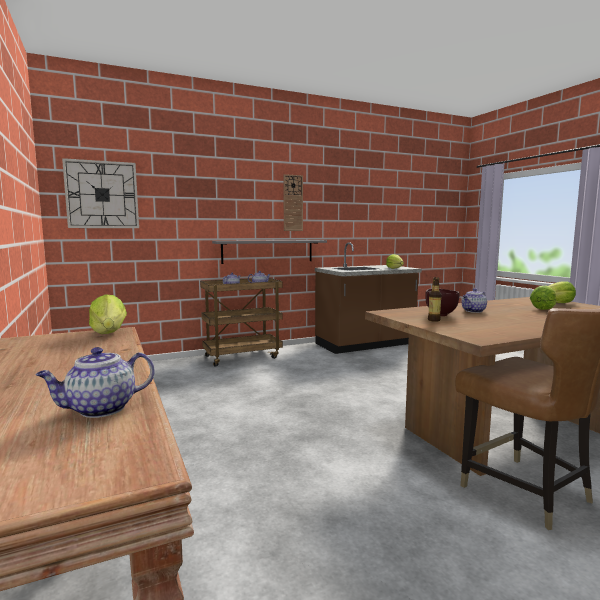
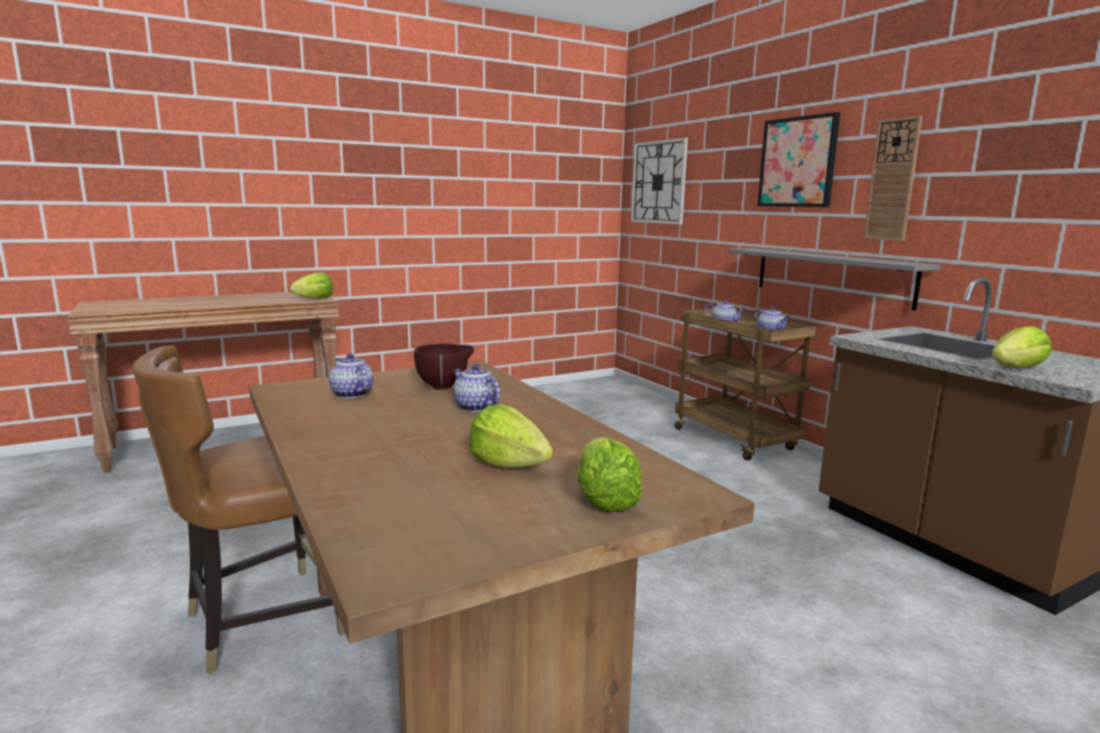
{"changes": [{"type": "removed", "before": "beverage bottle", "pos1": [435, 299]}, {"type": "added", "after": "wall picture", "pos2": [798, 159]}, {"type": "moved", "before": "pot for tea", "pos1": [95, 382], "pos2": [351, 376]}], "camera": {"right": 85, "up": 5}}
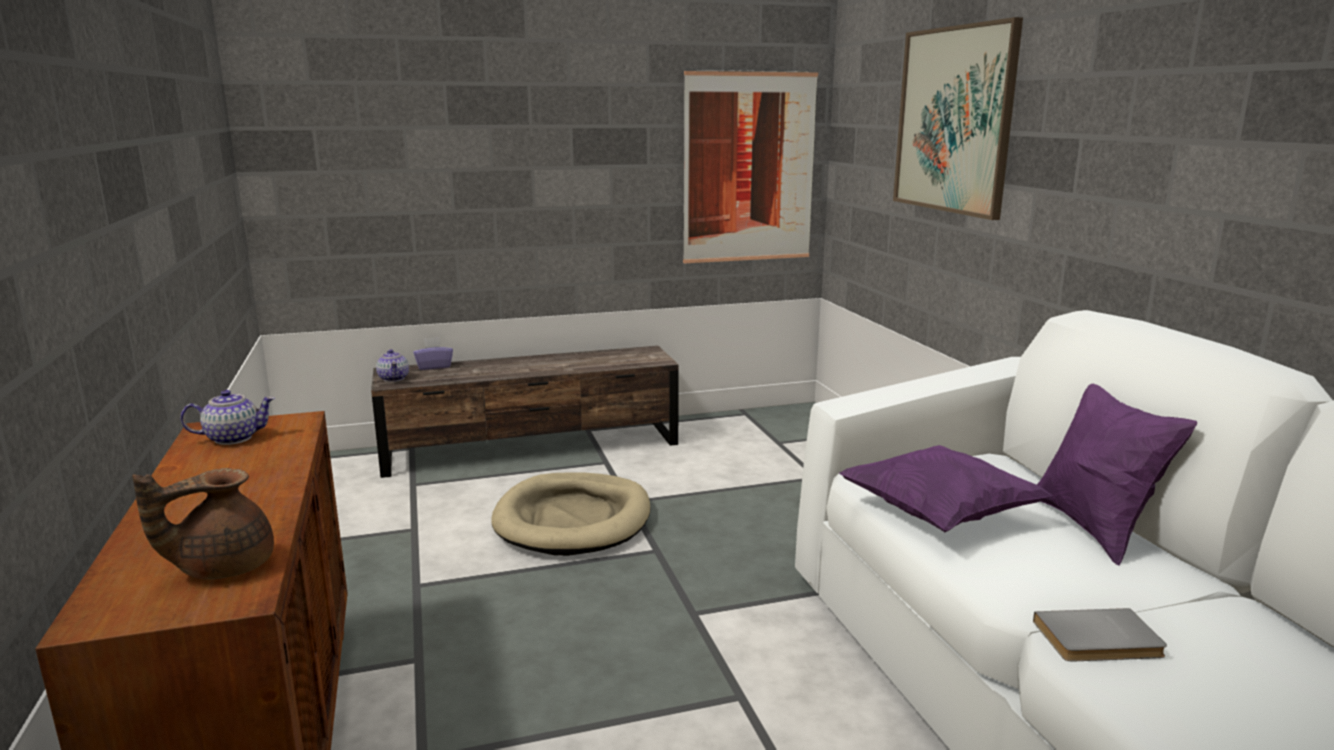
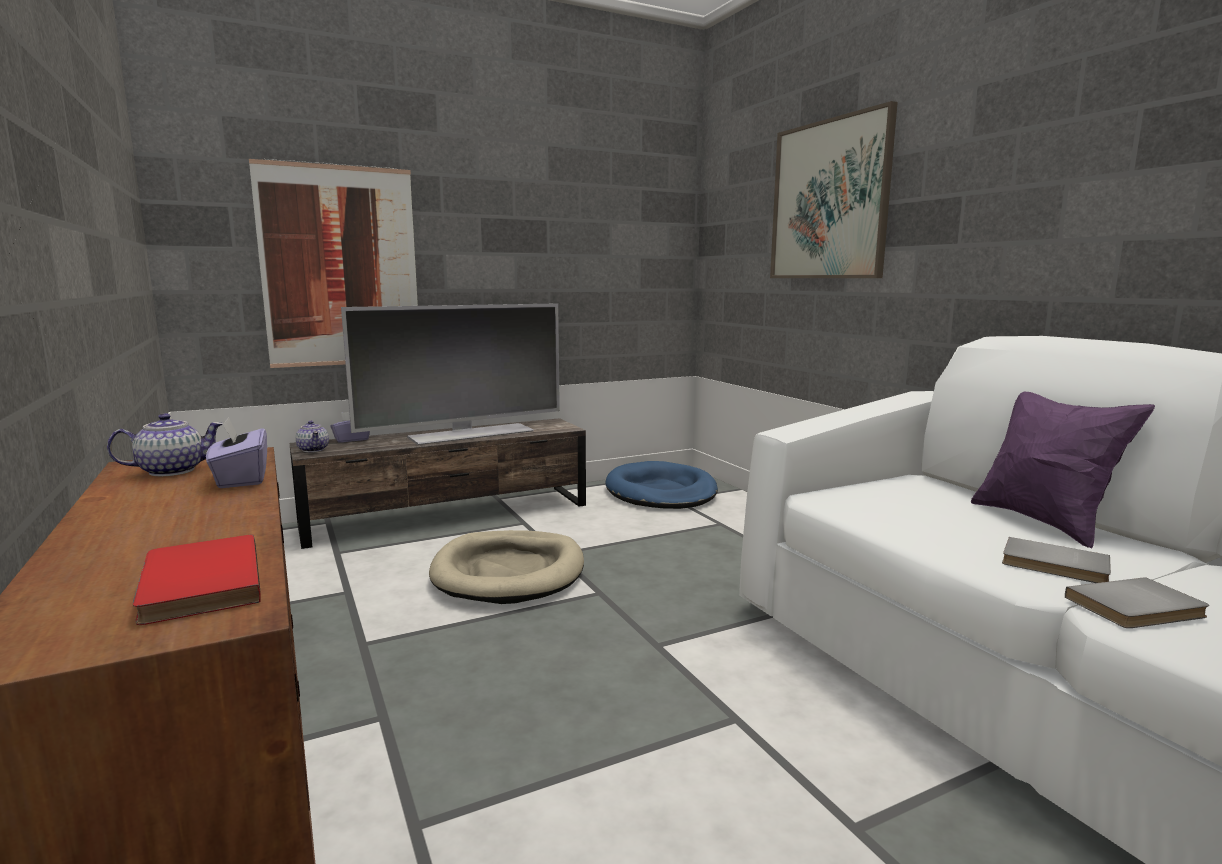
{"changes": [{"type": "removed", "before": "cushion (purplish)", "pos1": [946, 488]}, {"type": "added", "after": "tissue box (purplish)", "pos2": [236, 452]}, {"type": "added", "after": "television", "pos2": [450, 374]}, {"type": "added", "after": "pet bed (blue-coloured)", "pos2": [662, 485]}, {"type": "added", "after": "volume (grey)", "pos2": [1056, 560]}, {"type": "moved", "before": "wall picture", "pos1": [750, 166], "pos2": [333, 263]}, {"type": "replaced", "before": "pot for tea (brown)", "after": "volume (reddish)", "pos1": [203, 524], "pos2": [197, 579]}], "camera": {"right": -10, "up": -5}}
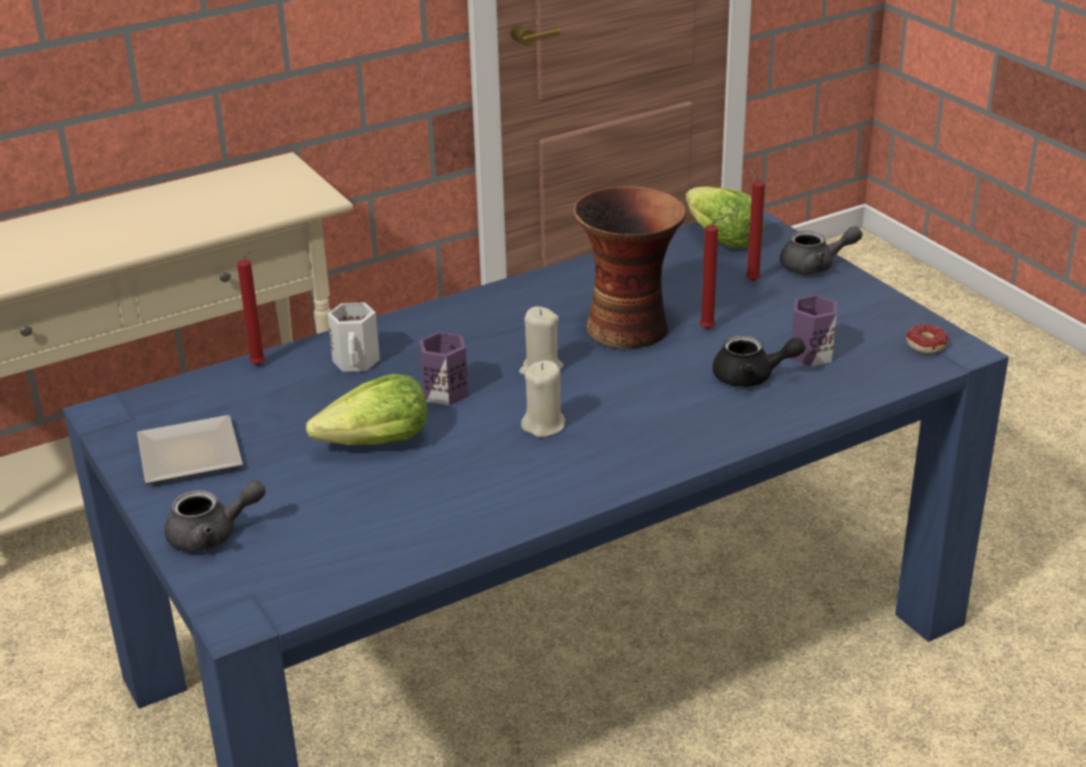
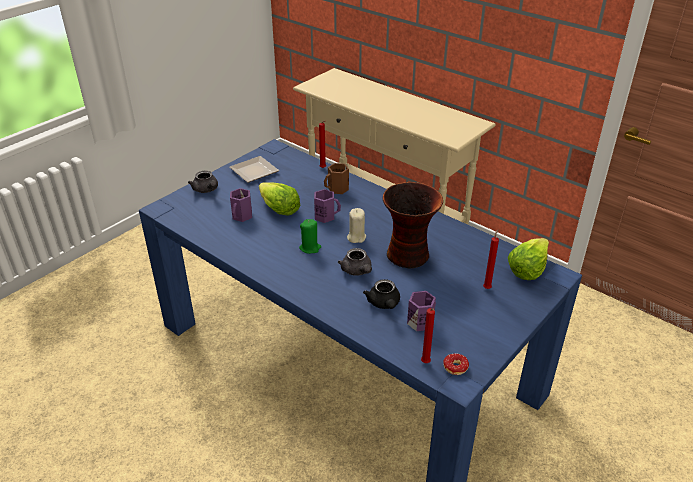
{"changes": [{"type": "added", "after": "mug (purplish)", "pos2": [241, 205]}, {"type": "moved", "before": "wax light (reddish)", "pos1": [713, 272], "pos2": [428, 335]}, {"type": "moved", "before": "pot for tea (grey)", "pos1": [821, 250], "pos2": [355, 262]}, {"type": "recoloured", "before": "mug (white)", "after": "mug (brown)", "pos1": [354, 337], "pos2": [336, 178]}, {"type": "recoloured", "before": "wax light (sand-coloured)", "after": "wax light (green-coloured)", "pos1": [543, 398], "pos2": [310, 236]}], "camera": {"right": 70, "up": 5}}
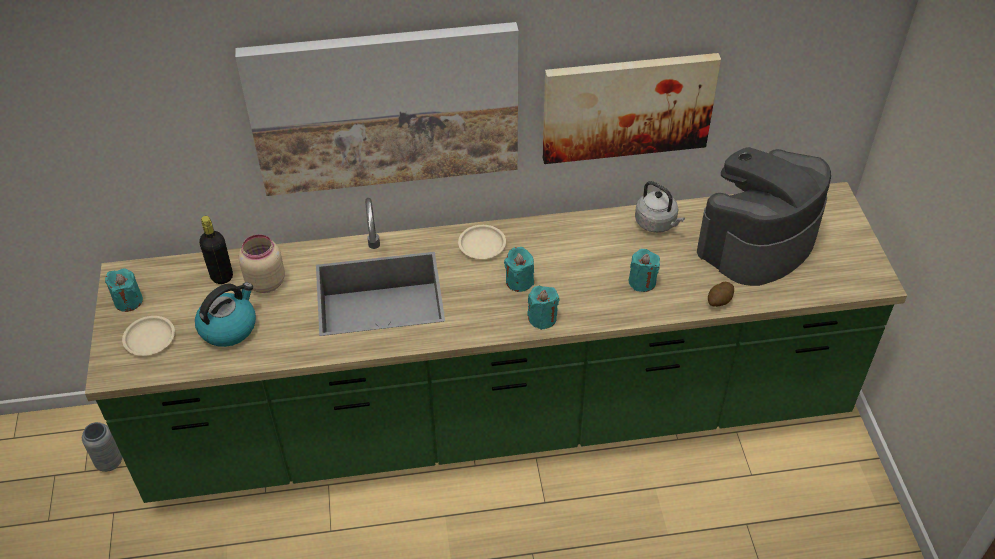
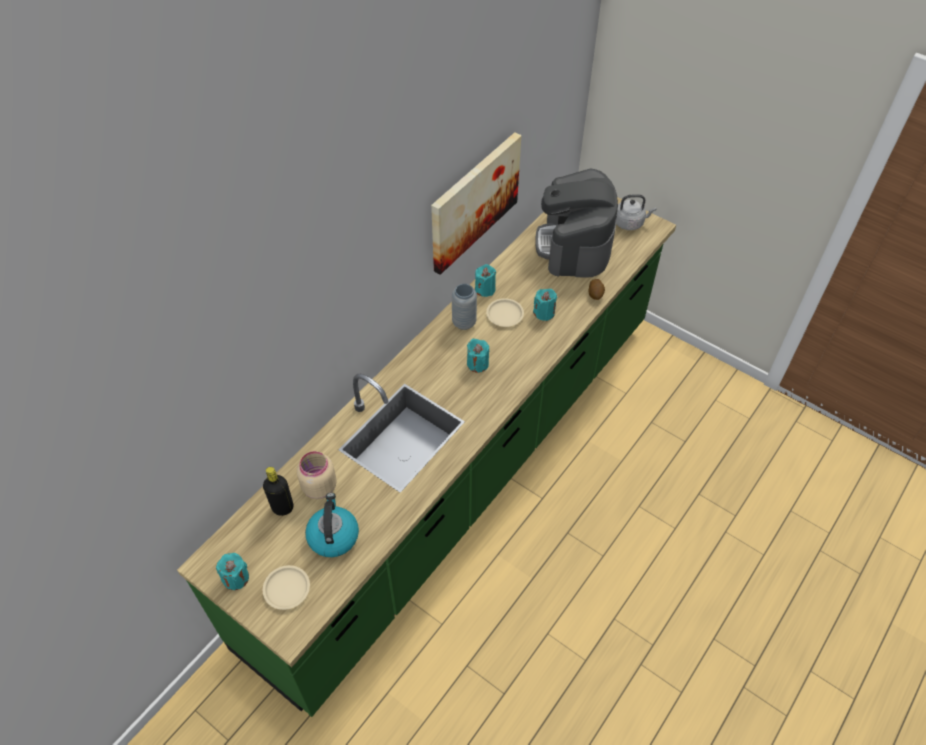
{"changes": [{"type": "removed", "before": "wall picture", "pos1": [377, 109]}, {"type": "moved", "before": "flower vase (grey)", "pos1": [102, 447], "pos2": [464, 307]}, {"type": "moved", "before": "plate (sand-coloured)", "pos1": [482, 242], "pos2": [505, 312]}, {"type": "moved", "before": "wax light (turquoise)", "pos1": [543, 308], "pos2": [485, 280]}, {"type": "moved", "before": "kettle (grey)", "pos1": [660, 207], "pos2": [636, 212]}], "camera": {"right": -45, "up": 5}}
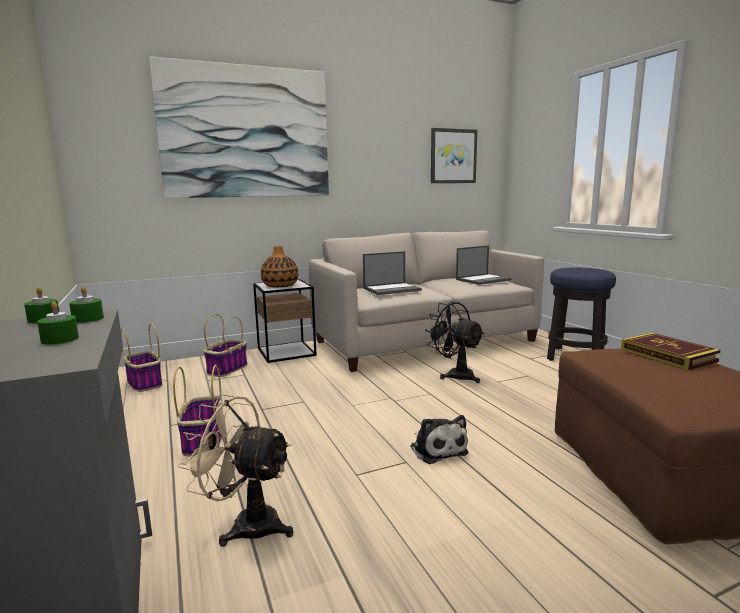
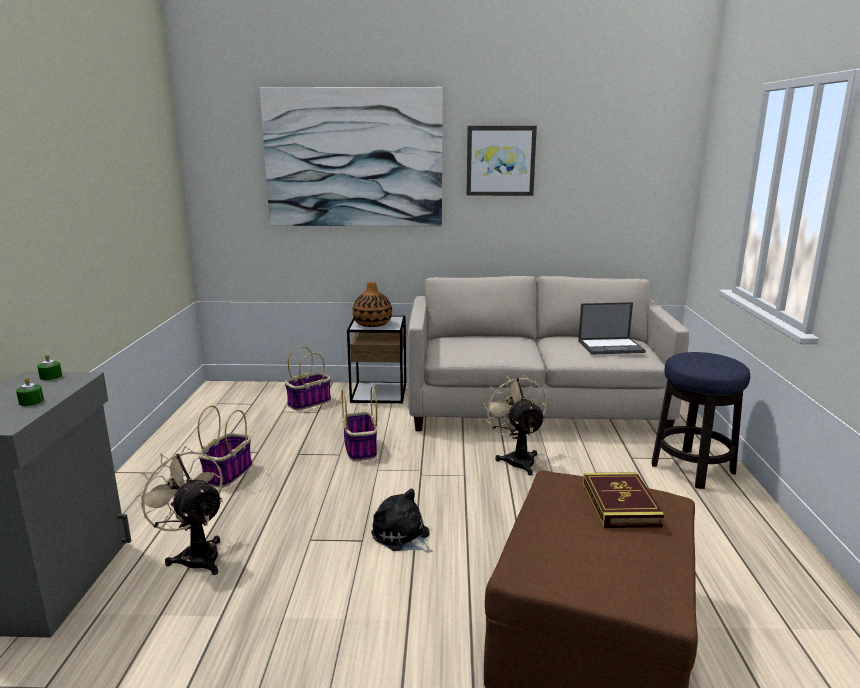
{"changes": [{"type": "removed", "before": "wax light (green-coloured)", "pos1": [86, 304]}, {"type": "removed", "before": "notebook computer", "pos1": [392, 273]}, {"type": "moved", "before": "basket", "pos1": [141, 357], "pos2": [360, 423]}, {"type": "moved", "before": "wall picture", "pos1": [454, 155], "pos2": [501, 161]}, {"type": "recoloured", "before": "cooling fan (black-coloured)", "after": "cooling fan (sand-coloured)", "pos1": [455, 342], "pos2": [515, 425]}, {"type": "turned", "before": "cuddly toy", "pos1": [439, 439], "pos2": [402, 520], "turn": 135}], "camera": {"right": 25, "up": 5}}
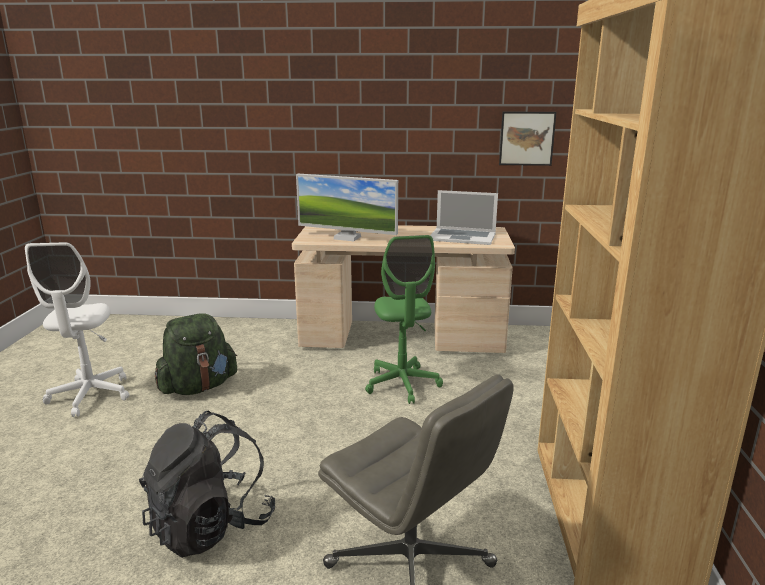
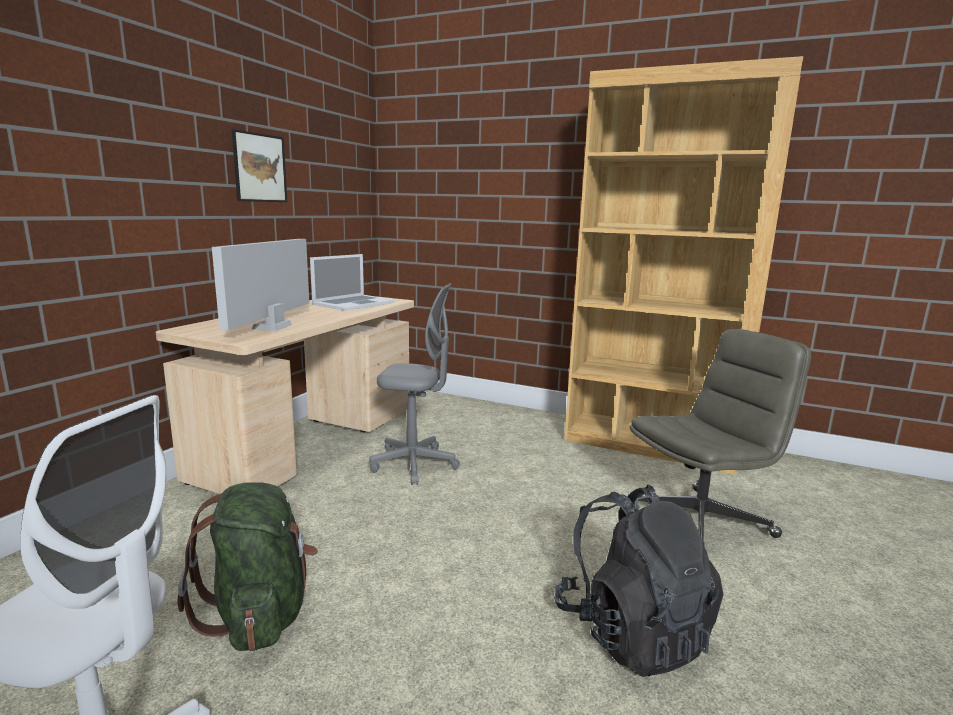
{"changes": [{"type": "moved", "before": "wall picture", "pos1": [528, 139], "pos2": [259, 165]}, {"type": "recoloured", "before": "computer chair (green-coloured)", "after": "computer chair (grey)", "pos1": [404, 319], "pos2": [414, 384]}, {"type": "turned", "before": "monitor", "pos1": [347, 207], "pos2": [260, 285], "turn": 150}], "camera": {"right": -70, "up": -5}}
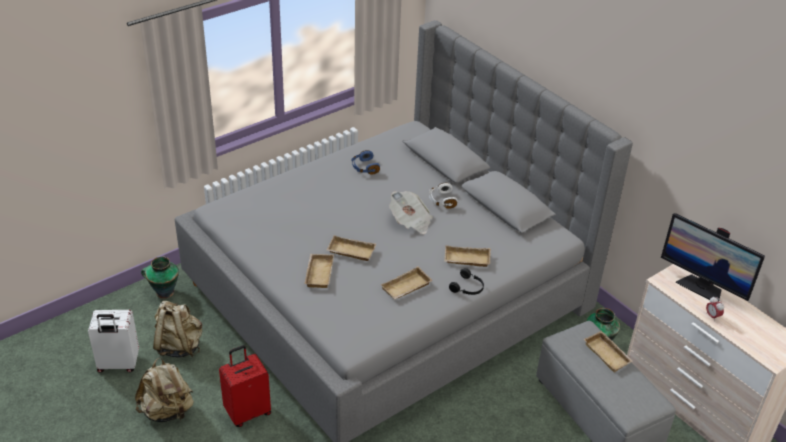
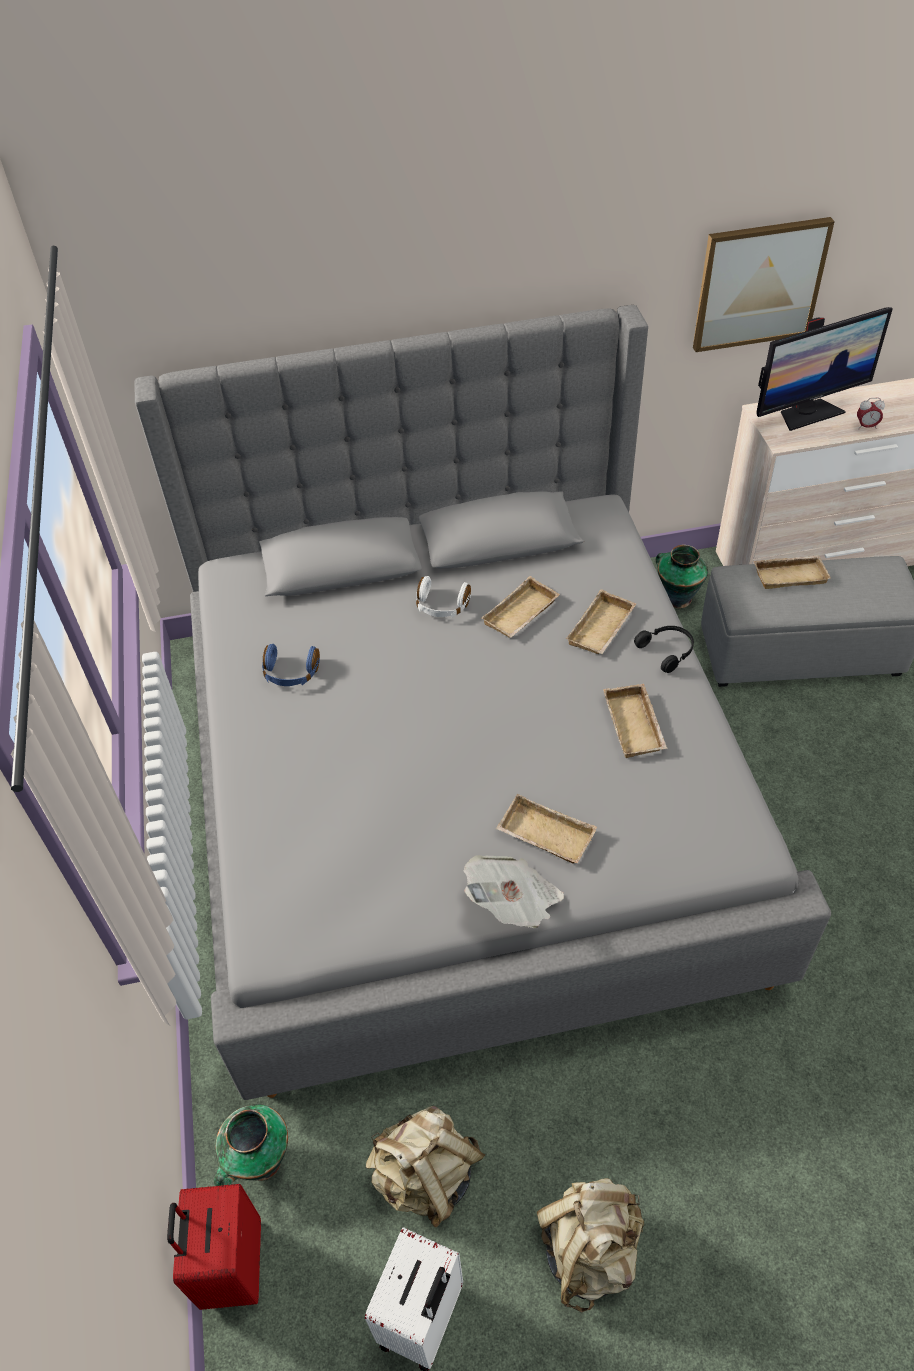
{"changes": [{"type": "added", "after": "wall picture", "pos2": [764, 284]}, {"type": "moved", "before": "suitcase (reddish)", "pos1": [245, 386], "pos2": [214, 1247]}, {"type": "moved", "before": "carrying tray (sand-coloured)", "pos1": [351, 248], "pos2": [520, 607]}, {"type": "moved", "before": "printed paper", "pos1": [411, 212], "pos2": [514, 891]}], "camera": {"right": -60, "up": 10}}
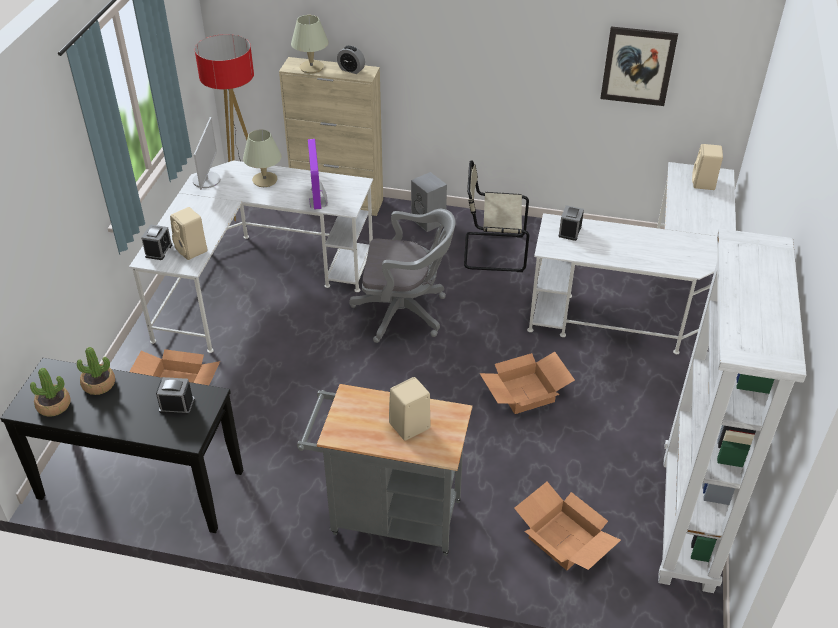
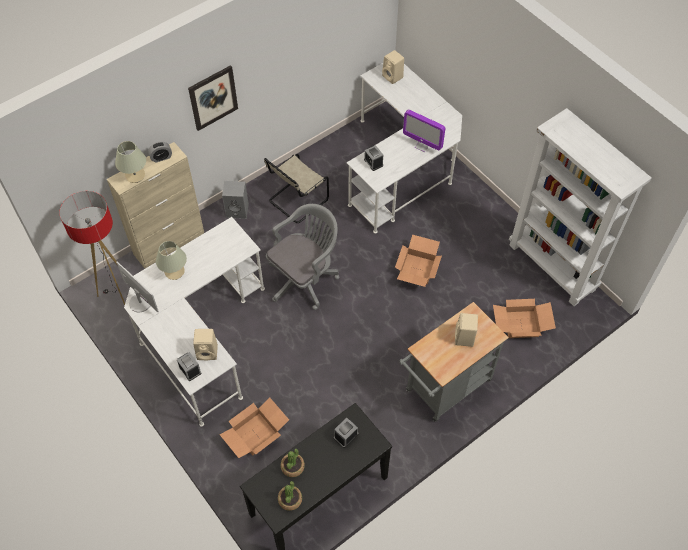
{"changes": [{"type": "moved", "before": "monitor", "pos1": [318, 174], "pos2": [424, 131]}, {"type": "moved", "before": "wall picture", "pos1": [639, 66], "pos2": [213, 98]}], "camera": {"right": -50, "up": 15}}
